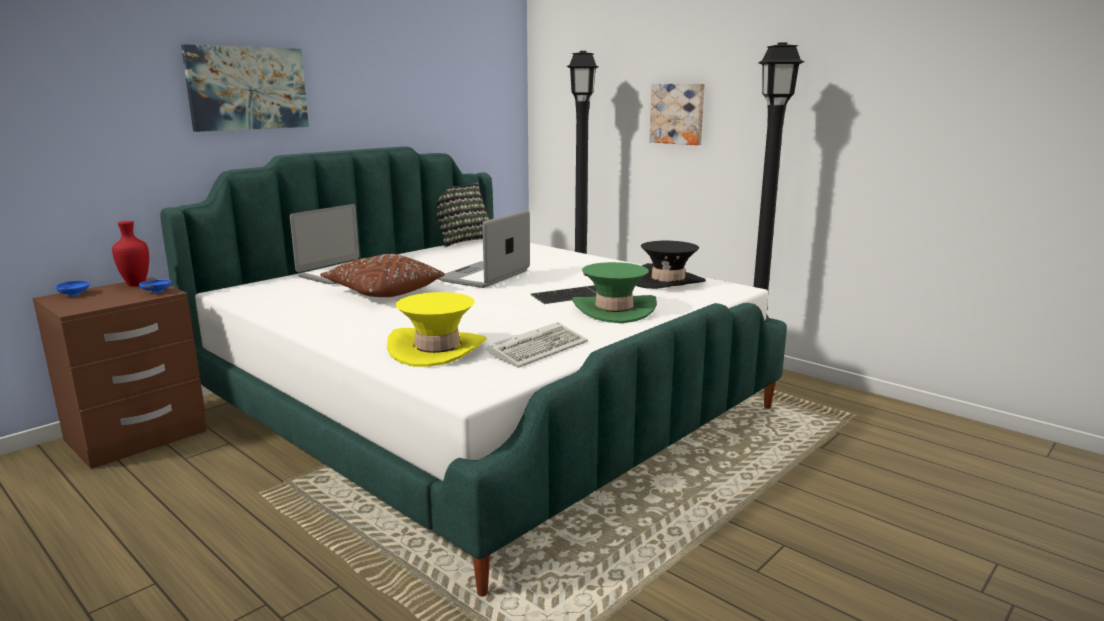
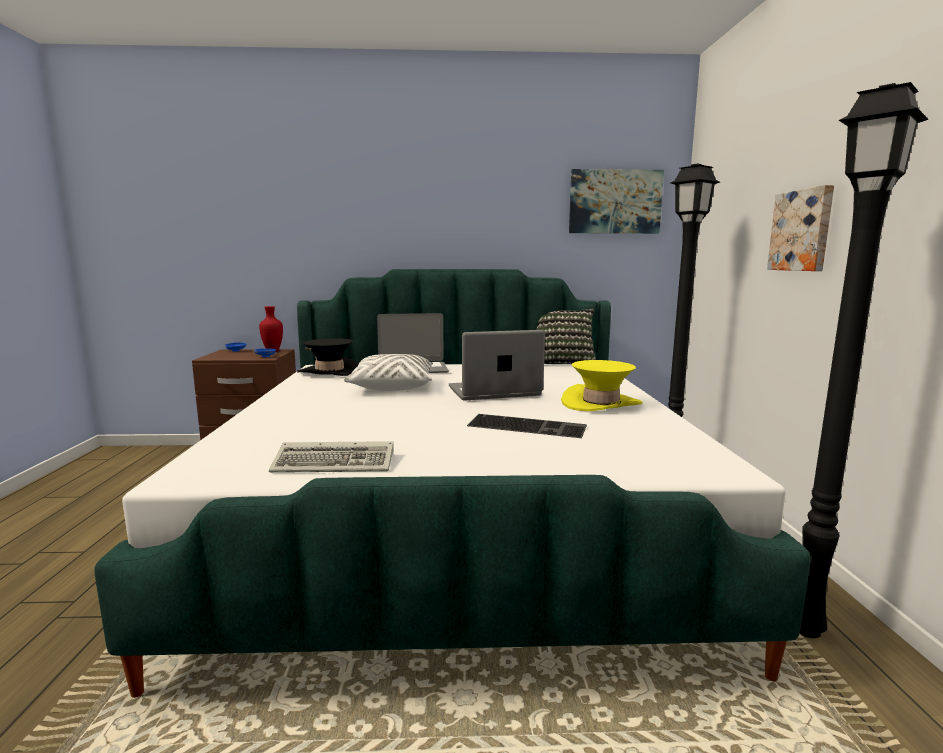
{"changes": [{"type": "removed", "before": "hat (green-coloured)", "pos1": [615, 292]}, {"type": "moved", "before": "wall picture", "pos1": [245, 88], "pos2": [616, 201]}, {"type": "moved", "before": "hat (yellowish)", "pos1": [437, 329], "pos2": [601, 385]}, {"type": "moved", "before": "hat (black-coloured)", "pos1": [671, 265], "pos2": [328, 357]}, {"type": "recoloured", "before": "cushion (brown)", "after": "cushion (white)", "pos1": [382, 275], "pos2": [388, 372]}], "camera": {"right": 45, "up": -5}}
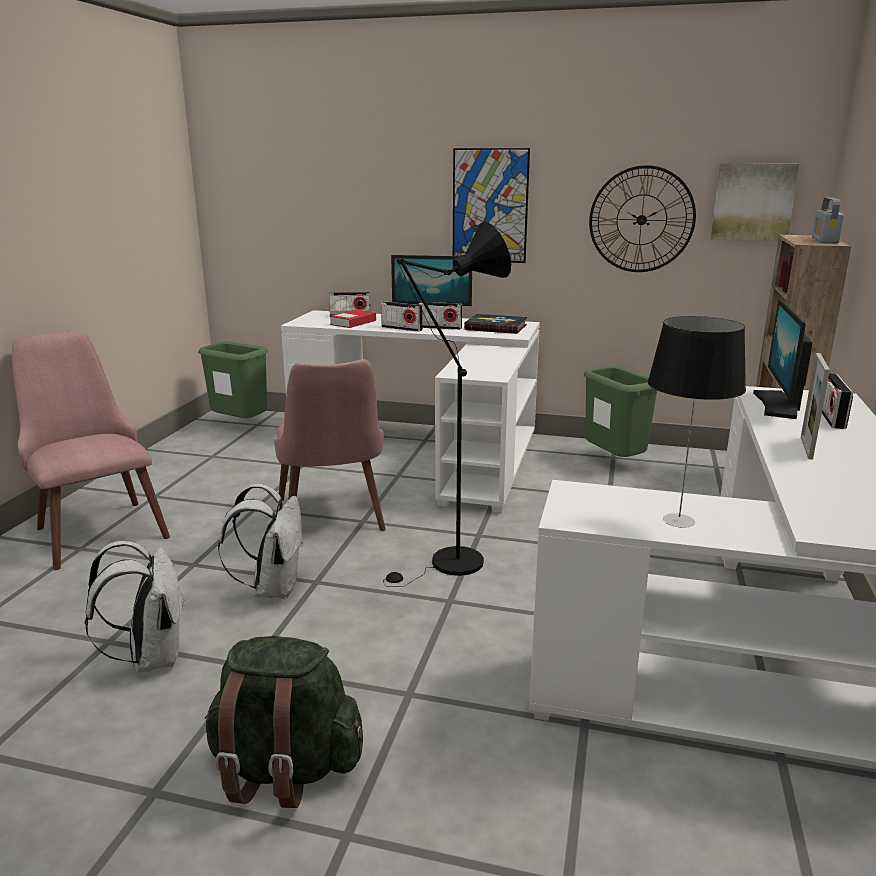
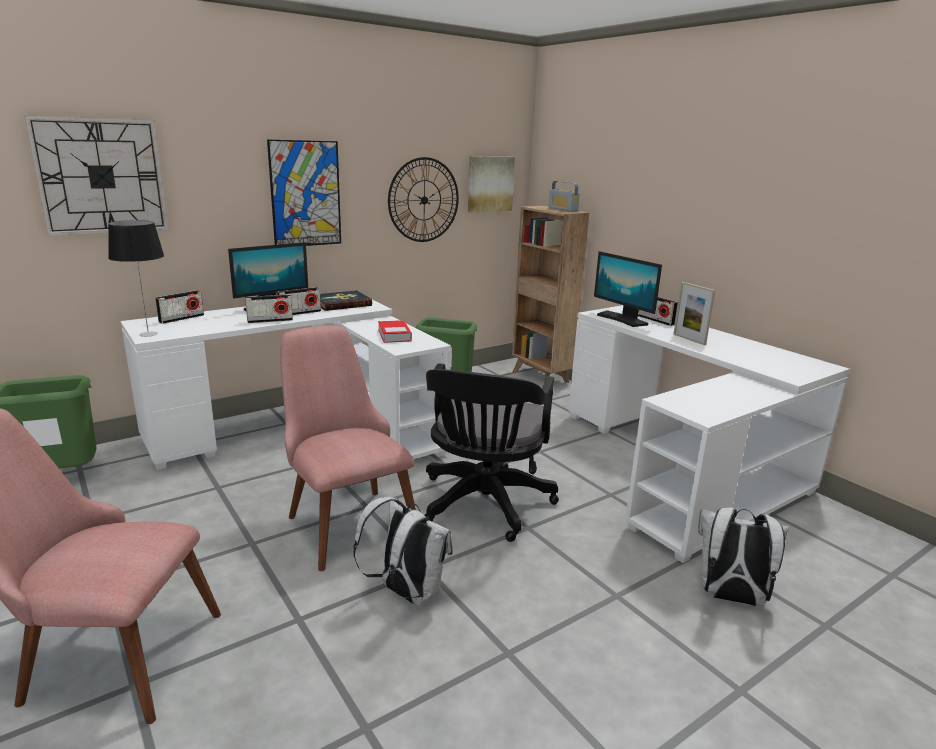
{"changes": [{"type": "removed", "before": "rucksack (green-coloured)", "pos1": [284, 722]}, {"type": "added", "after": "wall clock", "pos2": [96, 175]}, {"type": "moved", "before": "rucksack (white)", "pos1": [135, 607], "pos2": [743, 557]}, {"type": "moved", "before": "volume", "pos1": [353, 318], "pos2": [395, 331]}, {"type": "moved", "before": "lamp for a table", "pos1": [697, 422], "pos2": [136, 278]}, {"type": "replaced", "before": "floor lamp (black-coloured)", "after": "computer chair (black-coloured)", "pos1": [447, 404], "pos2": [492, 452]}, {"type": "turned", "before": "plain chair (pinkish)", "pos1": [330, 445], "pos2": [348, 448], "turn": -150}], "camera": {"right": -50, "up": 0}}
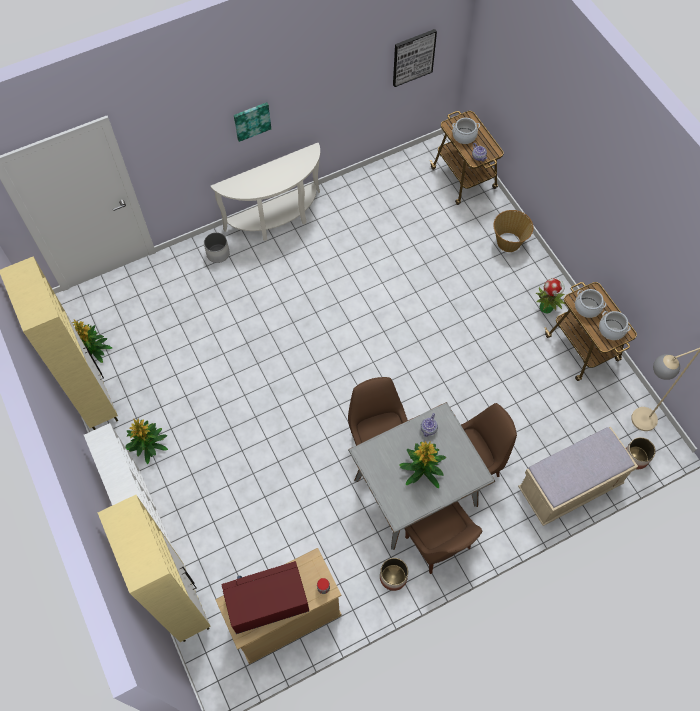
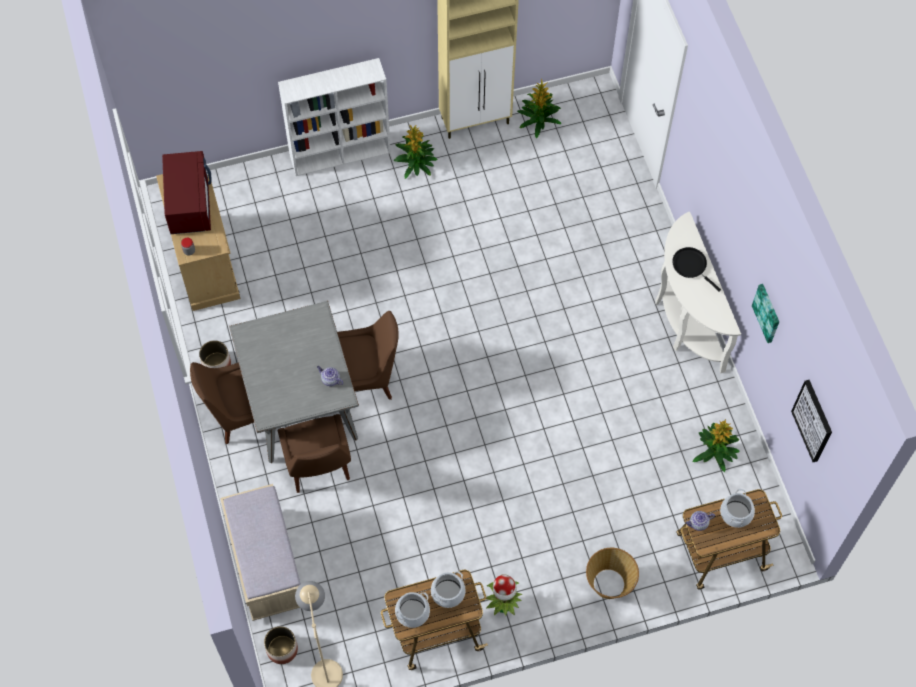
{"changes": [{"type": "removed", "before": "storage cabinet (sand-coloured)", "pos1": [154, 568]}, {"type": "removed", "before": "plant pot (white)", "pos1": [217, 247]}, {"type": "added", "after": "frying pan (black-coloured)", "pos2": [696, 269]}, {"type": "moved", "before": "wall picture", "pos1": [252, 122], "pos2": [765, 313]}, {"type": "moved", "before": "potted plant", "pos1": [422, 464], "pos2": [716, 445]}], "camera": {"right": 100, "up": 0}}
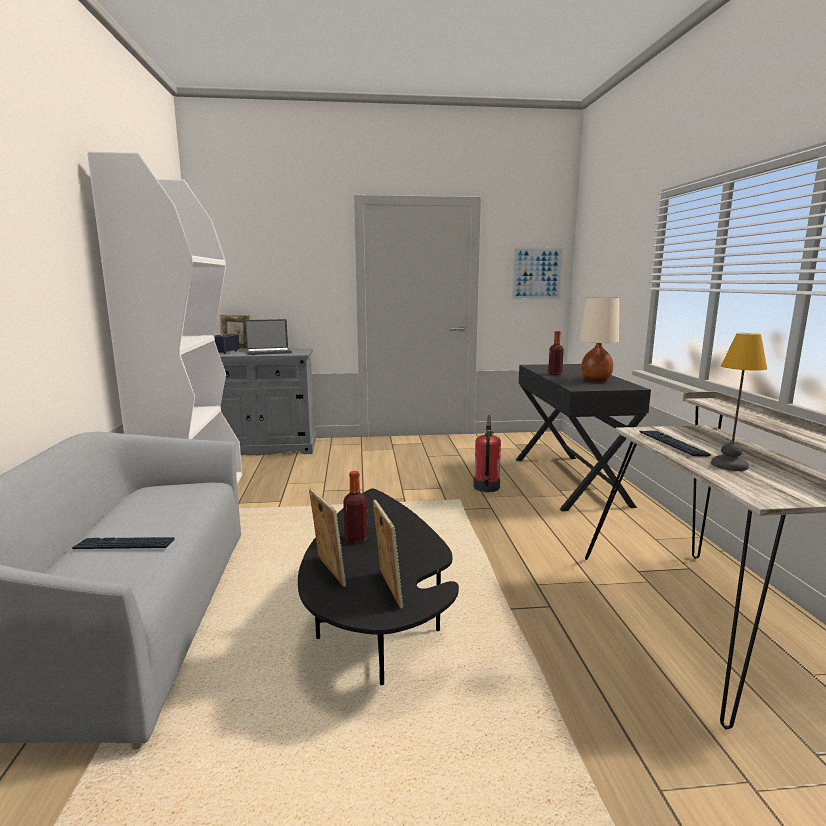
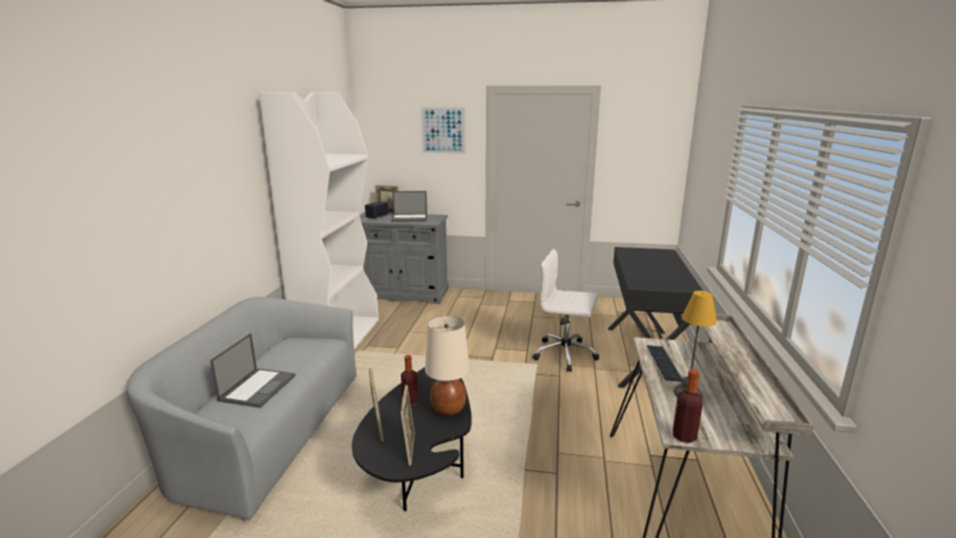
{"changes": [{"type": "moved", "before": "wall picture", "pos1": [537, 273], "pos2": [443, 130]}, {"type": "moved", "before": "beverage bottle", "pos1": [556, 353], "pos2": [688, 406]}, {"type": "moved", "before": "lamp for a table (sand-coloured)", "pos1": [599, 339], "pos2": [447, 366]}, {"type": "replaced", "before": "computer keyboard", "after": "notebook computer", "pos1": [123, 543], "pos2": [253, 370]}, {"type": "replaced", "before": "fire-fighting cylinder", "after": "computer chair (white)", "pos1": [487, 453], "pos2": [566, 310]}], "camera": {"right": 15, "up": 5}}
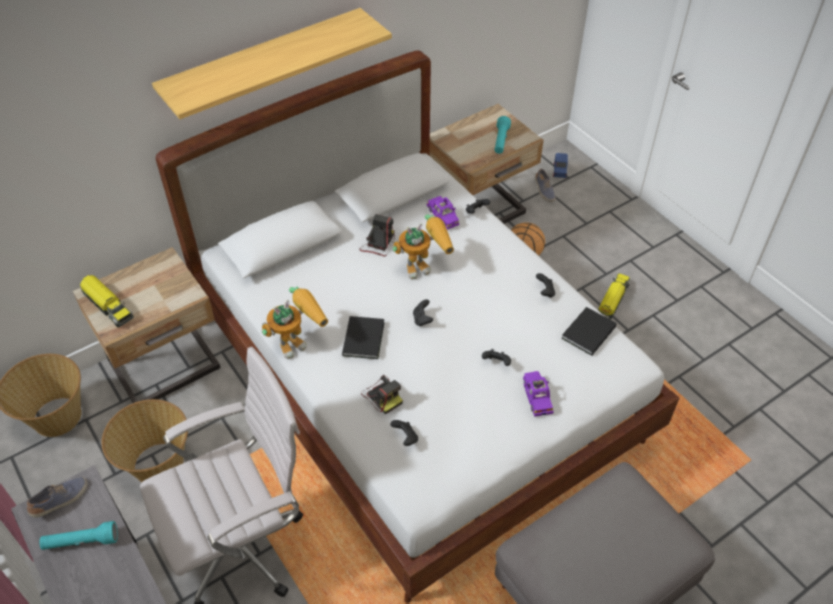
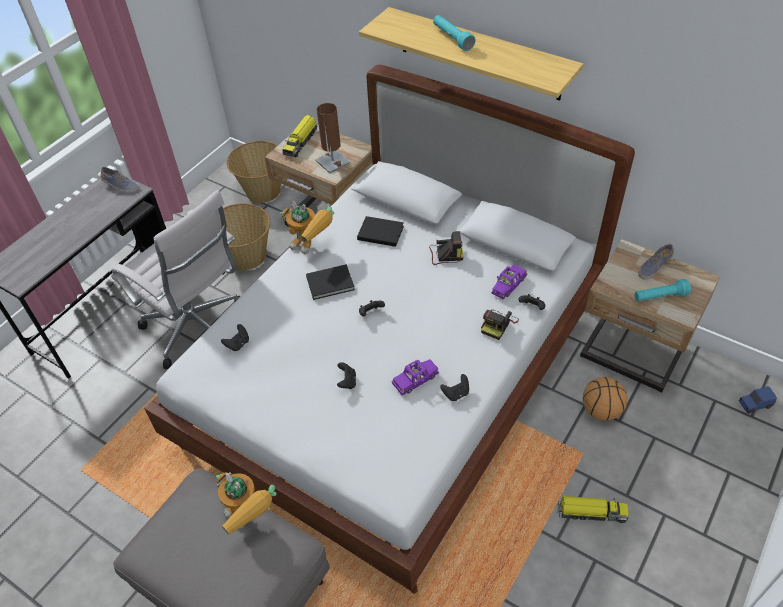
{"changes": [{"type": "added", "after": "lamp for a table (brown)", "pos2": [333, 138]}, {"type": "moved", "before": "flashlight (turquoise)", "pos1": [79, 535], "pos2": [454, 33]}, {"type": "moved", "before": "still camera", "pos1": [382, 395], "pos2": [500, 325]}, {"type": "moved", "before": "robot figure", "pos1": [423, 247], "pos2": [246, 503]}, {"type": "moved", "before": "miniature car (purplish)", "pos1": [538, 394], "pos2": [415, 377]}, {"type": "moved", "before": "shoe", "pos1": [545, 185], "pos2": [656, 262]}, {"type": "moved", "before": "volume (black-coloured)", "pos1": [589, 331], "pos2": [380, 231]}], "camera": {"right": 70, "up": 0}}
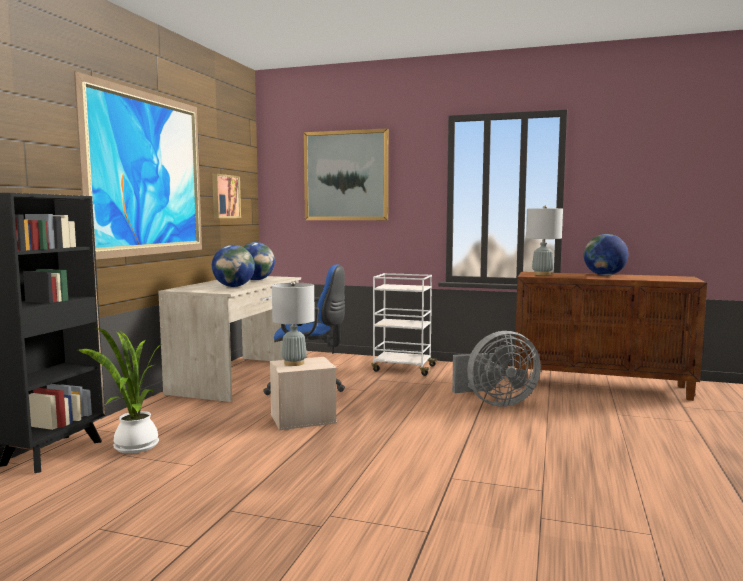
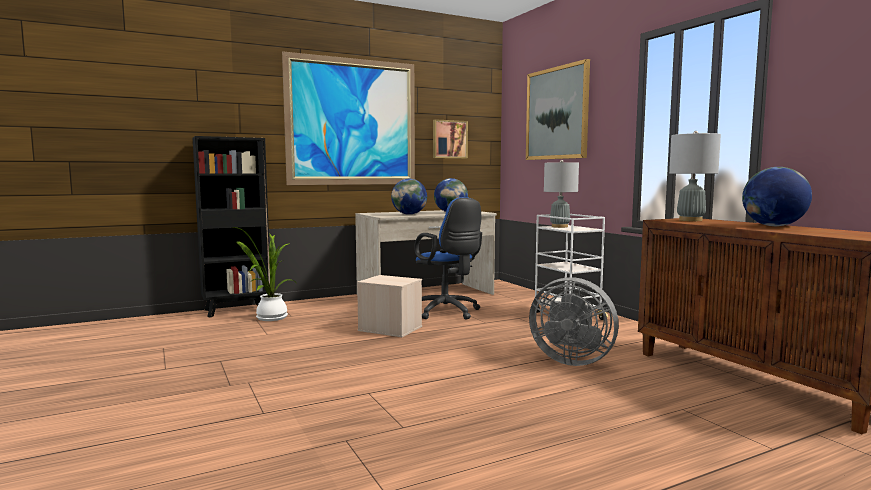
{"changes": [{"type": "moved", "before": "lamp for a table (grey)", "pos1": [293, 323], "pos2": [561, 194]}], "camera": {"right": 45, "up": 0}}
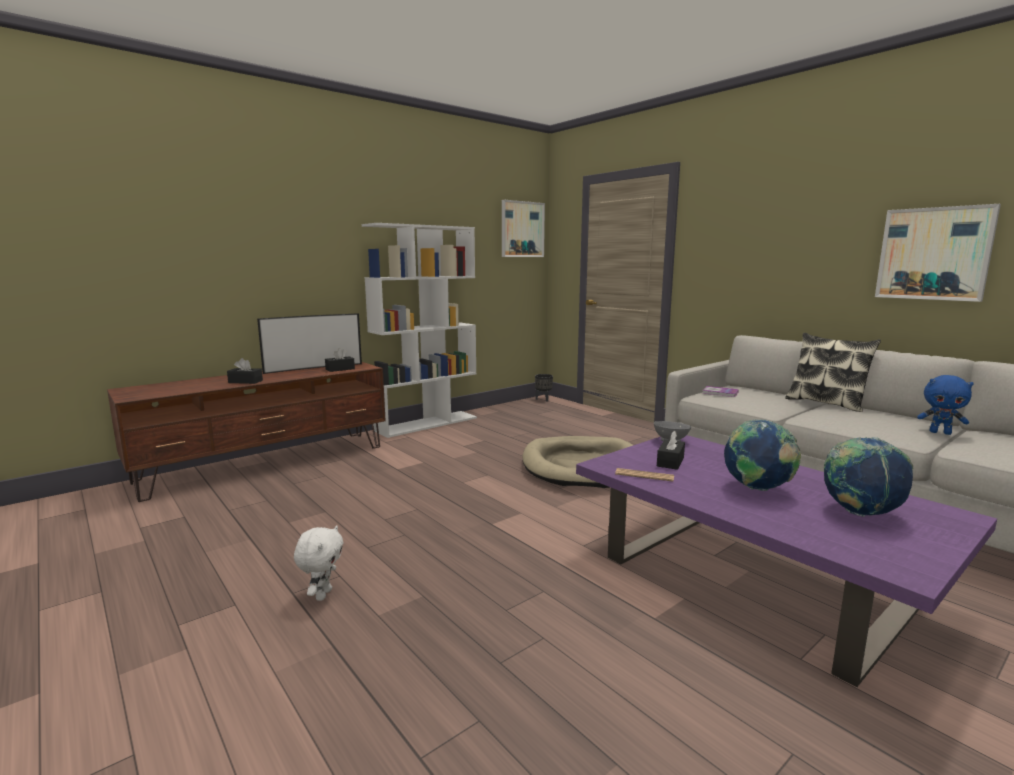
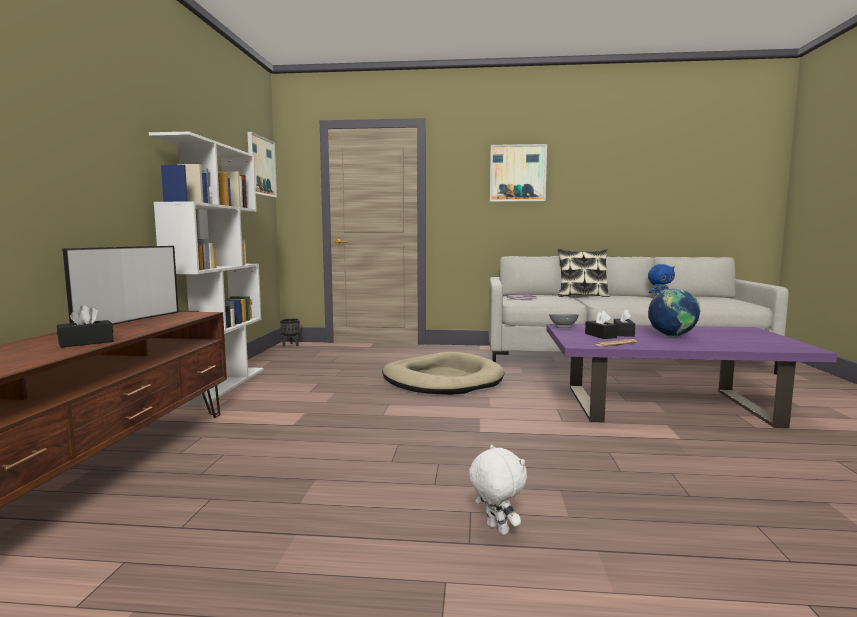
{"changes": [{"type": "removed", "before": "globe", "pos1": [869, 477]}, {"type": "moved", "before": "tissue box (black-coloured)", "pos1": [340, 360], "pos2": [624, 323]}, {"type": "moved", "before": "wall picture", "pos1": [938, 253], "pos2": [518, 173]}], "camera": {"right": -45, "up": -5}}
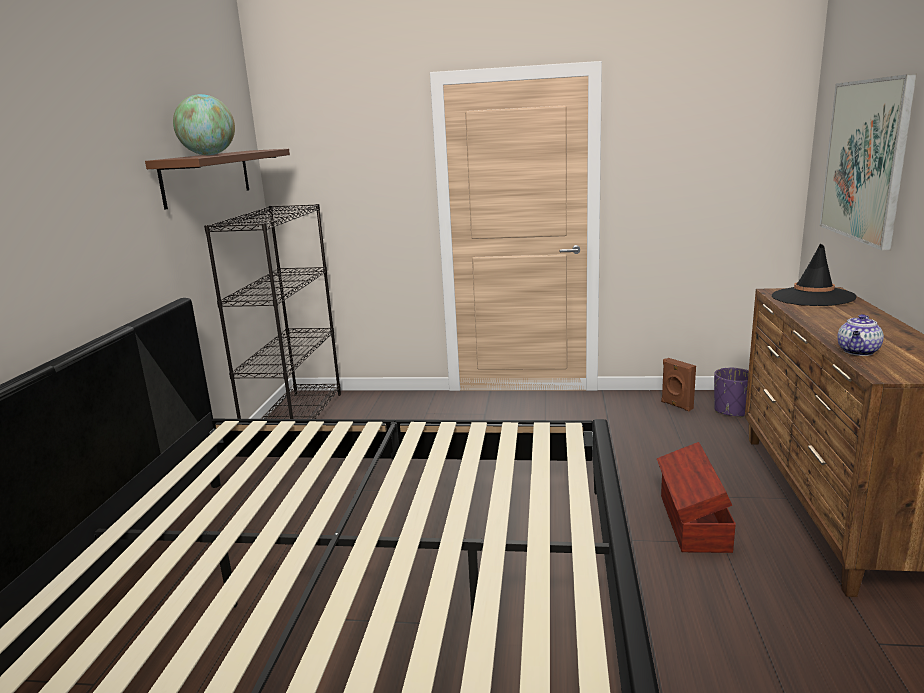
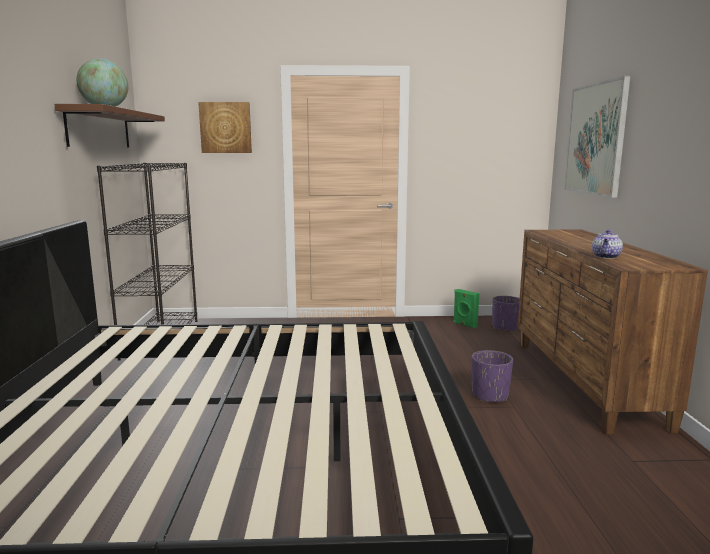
{"changes": [{"type": "removed", "before": "hat (black-coloured)", "pos1": [814, 275]}, {"type": "added", "after": "wall picture", "pos2": [225, 127]}, {"type": "replaced", "before": "storage bin (brown)", "after": "plant pot (purplish)", "pos1": [696, 497], "pos2": [492, 376]}, {"type": "recoloured", "before": "speaker (brown)", "after": "speaker (green-coloured)", "pos1": [678, 384], "pos2": [466, 309]}], "camera": {"right": -10, "up": -5}}
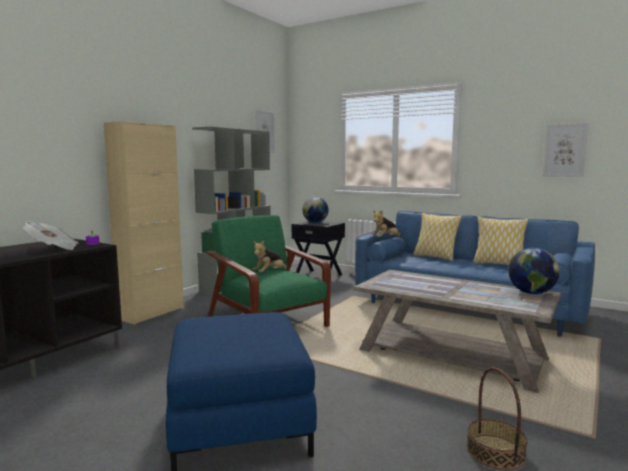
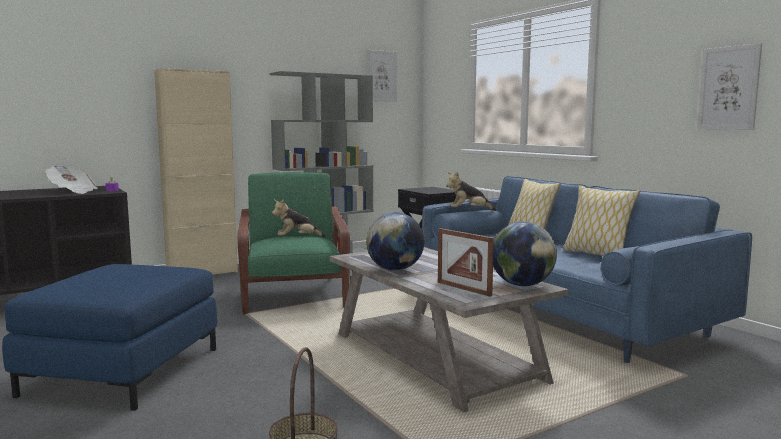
{"changes": [{"type": "added", "after": "picture frame", "pos2": [466, 262]}, {"type": "moved", "before": "globe", "pos1": [315, 210], "pos2": [395, 241]}], "camera": {"right": 25, "up": 0}}
